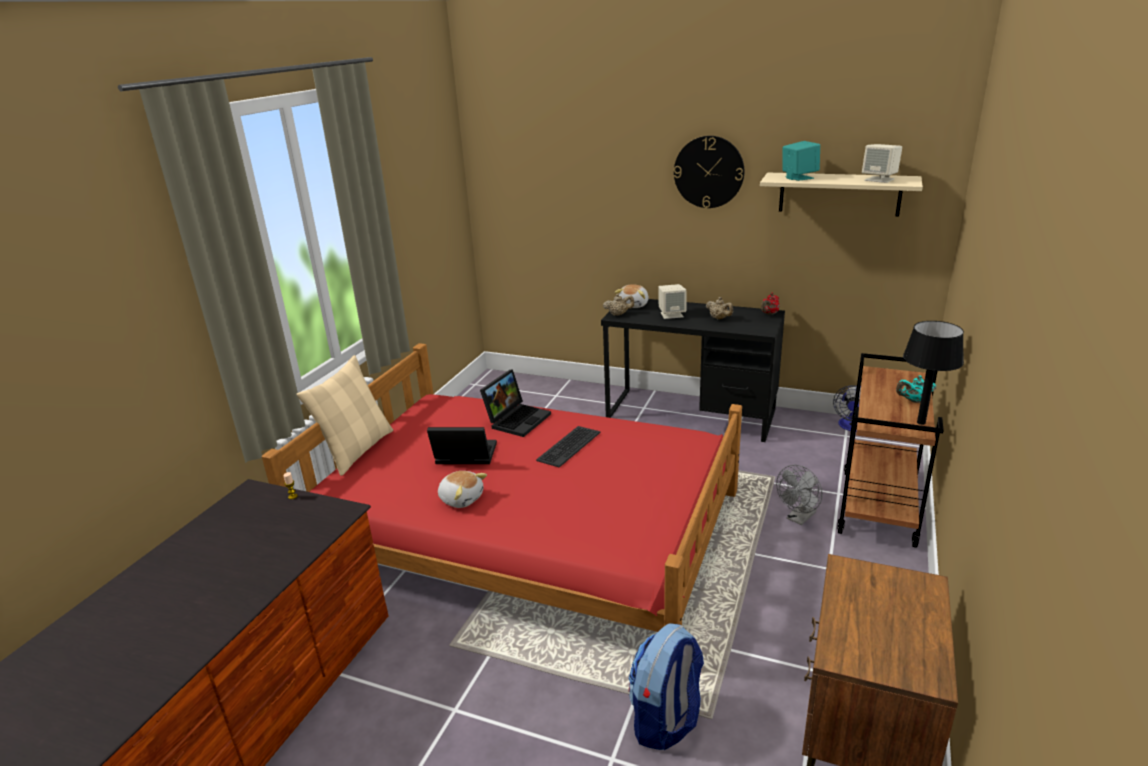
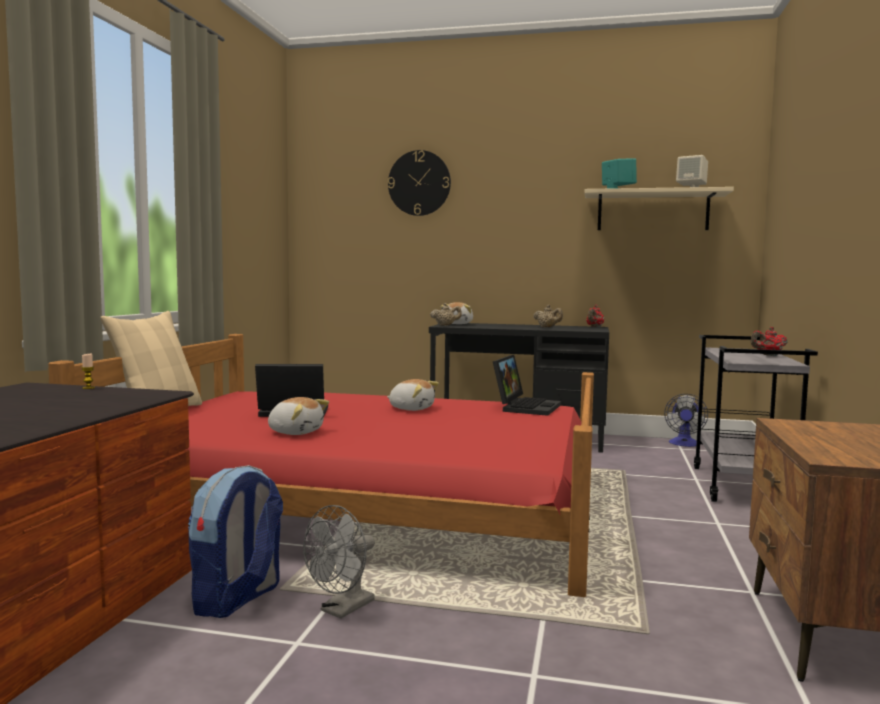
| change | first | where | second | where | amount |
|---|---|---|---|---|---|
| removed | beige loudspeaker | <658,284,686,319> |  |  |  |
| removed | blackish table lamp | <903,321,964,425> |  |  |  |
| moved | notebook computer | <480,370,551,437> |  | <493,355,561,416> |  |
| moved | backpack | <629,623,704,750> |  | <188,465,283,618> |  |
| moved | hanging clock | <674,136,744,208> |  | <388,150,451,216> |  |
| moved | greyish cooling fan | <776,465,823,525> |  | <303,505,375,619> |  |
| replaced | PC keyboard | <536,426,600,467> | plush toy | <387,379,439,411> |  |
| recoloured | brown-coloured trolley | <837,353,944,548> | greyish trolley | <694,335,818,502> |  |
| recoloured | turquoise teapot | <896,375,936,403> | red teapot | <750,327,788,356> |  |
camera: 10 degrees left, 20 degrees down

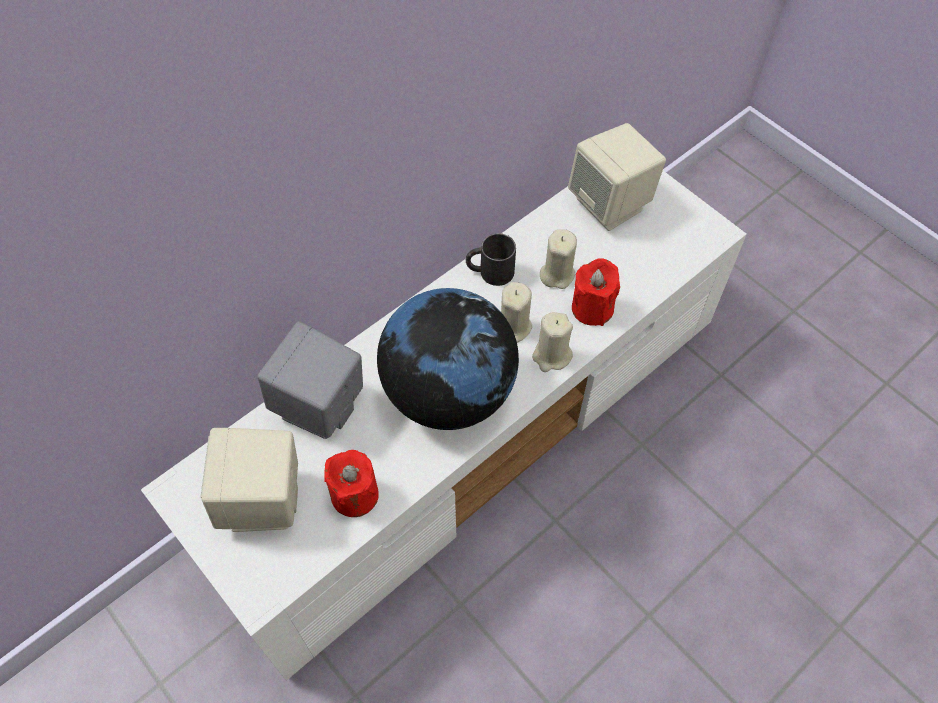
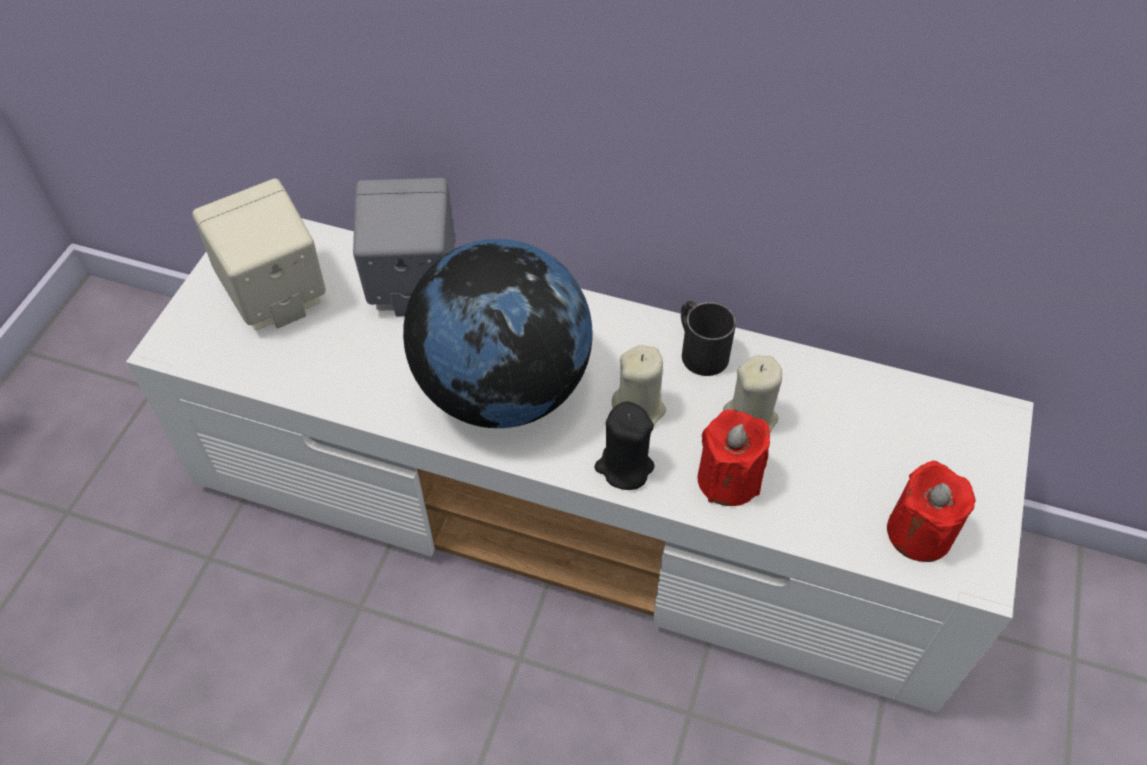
| change | first | where | second | where | amount |
|---|---|---|---|---|---|
| removed | beige loudspeaker | <568,123,666,231> |  |  |  |
| moved | red wax candle | <324,450,379,517> |  | <887,460,976,562> |  |
| recoloured | beige wax candle | <532,312,573,372> | blackish wax candle | <594,401,655,490> |  |
camera: 60 degrees right, 5 degrees down

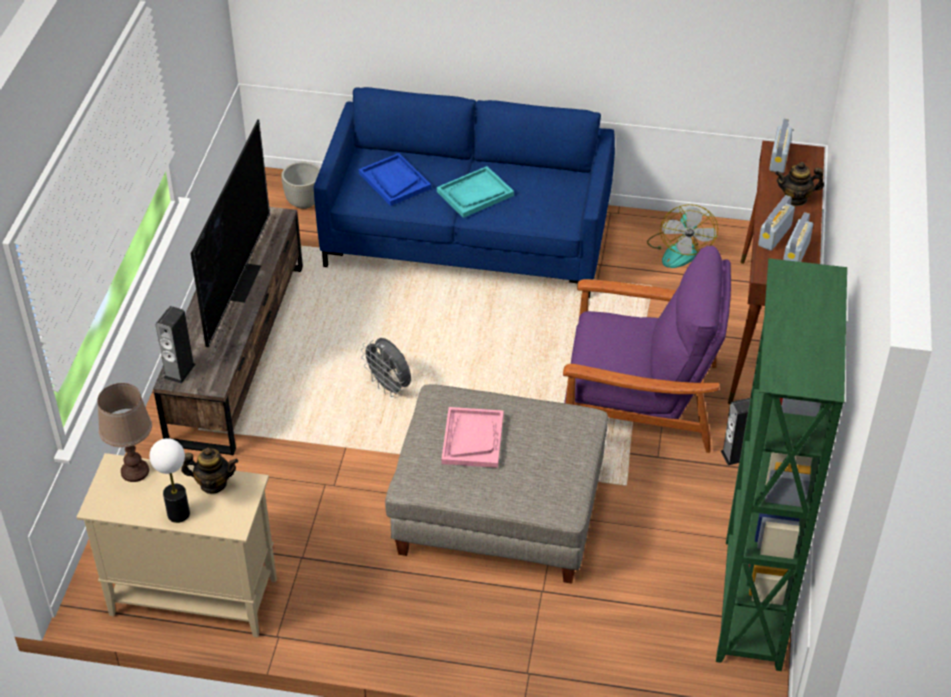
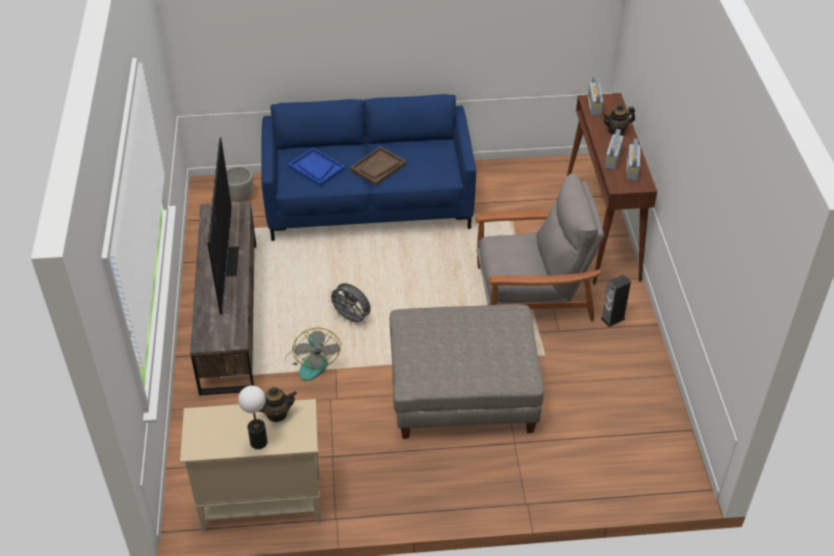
| change | first | where | second | where | amount |
|---|---|---|---|---|---|
| removed | brown-coloured table lamp | <97,383,152,482> |  |  |  |
| removed | loudspeaker | <156,306,196,384> |  |  |  |
| removed | pinkish serving tray | <441,407,504,468> |  |  |  |
| removed | greenish bookcase | <716,258,847,671> |  |  |  |
| moved | cooling fan | <647,204,718,268> |  | <285,328,341,381> |  |
| recoloured | turquoise serving tray | <437,166,514,218> | brown-coloured serving tray | <350,146,407,186> |  |
| recoloured | purple-coloured easy chair | <563,246,731,453> | greyish easy chair | <475,173,604,321> |  |
camera: 15 degrees left, 0 degrees up

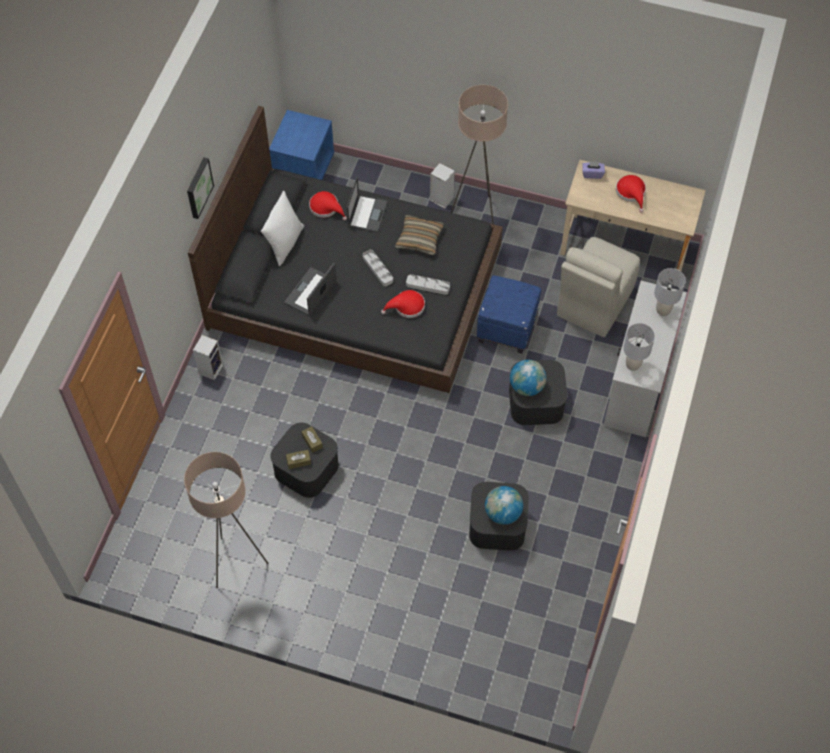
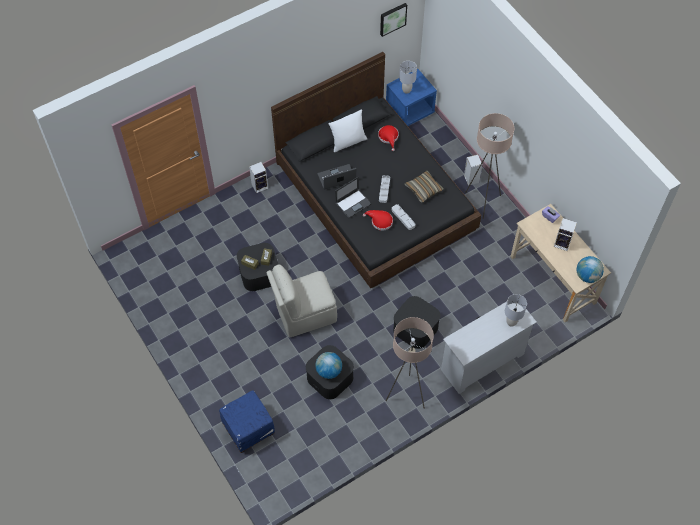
| change | first | where | second | where | amount |
|---|---|---|---|---|---|
| moved | beige standard lamp | <184,452,269,588> |  | <386,317,434,409> |  |
| moved | wall art | <187,158,214,219> |  | <380,3,407,37> |  |
| moved | notebook computer | <347,176,388,232> |  | <335,176,372,218> |  |
| moved | blue footrest | <476,275,541,354> |  | <219,390,275,453> |  |
| moved | world globe | <510,360,546,396> |  | <577,256,604,283> |  |
| moved | beige upright chair | <557,237,640,337> |  | <266,264,337,338> |  |
| moved | greyish table lamp | <623,323,655,371> |  | <399,61,417,93> |  |
| replaced | red hat | <616,175,646,212> | loudspeaker | <554,218,577,251> |  |
camera: 40 degrees right, 0 degrees up

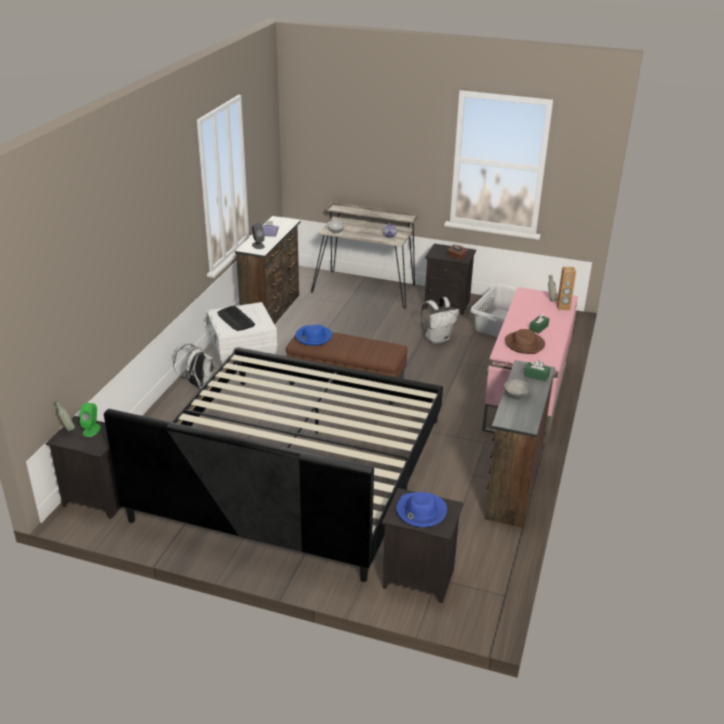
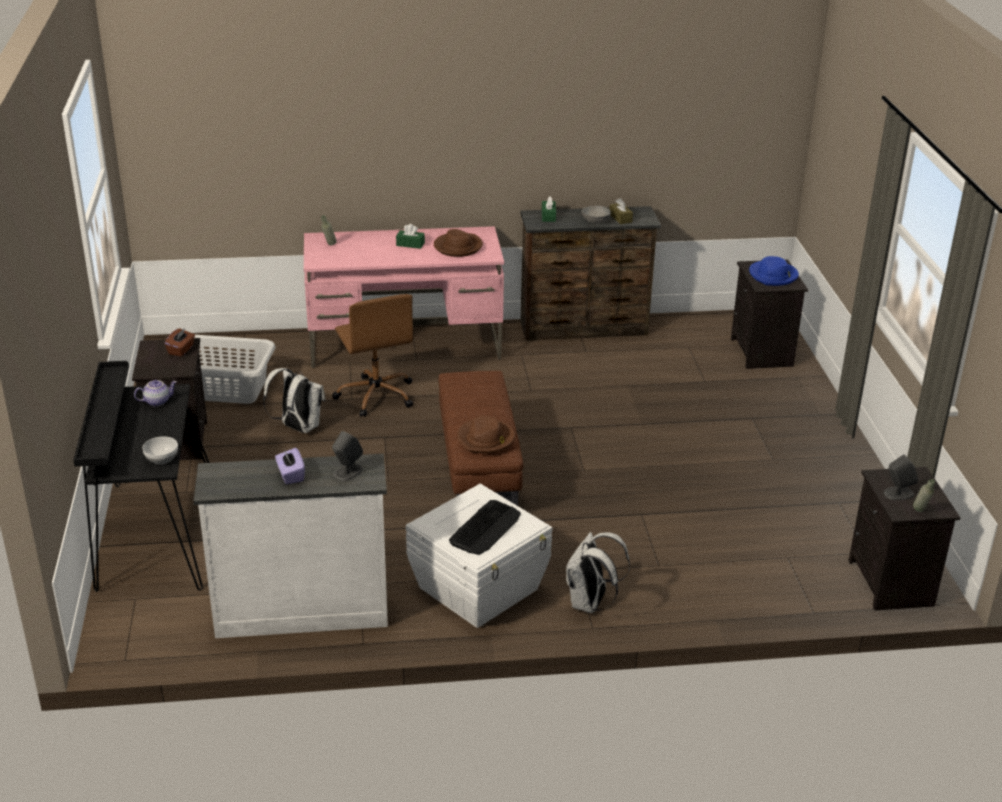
| change | first | where | second | where | amount |
|---|---|---|---|---|---|
| removed | bedroom bed | <104,347,443,582> |  |  |  |
| removed | brown-coloured loudspeaker | <557,267,576,311> |  |  |  |
| added |  |  | brown-coloured office chair | <332,294,413,417> |  |
| added |  |  | brown-coloured tissue box | <610,198,633,224> |  |
| recoloured | greenish loudspeaker | <80,403,101,437> | greyish loudspeaker | <884,454,918,500> |  |
| recoloured | brown-coloured drawer chest | <235,216,301,324> | whitish drawer chest | <194,454,388,638> |  |
| recoloured | blue hat | <295,325,332,346> | brown-coloured hat | <457,416,515,453> |  |
| recoloured | beige desk unit | <311,202,418,309> | blackish desk unit | <73,361,209,592> |  |
camera: 115 degrees left, 0 degrees up

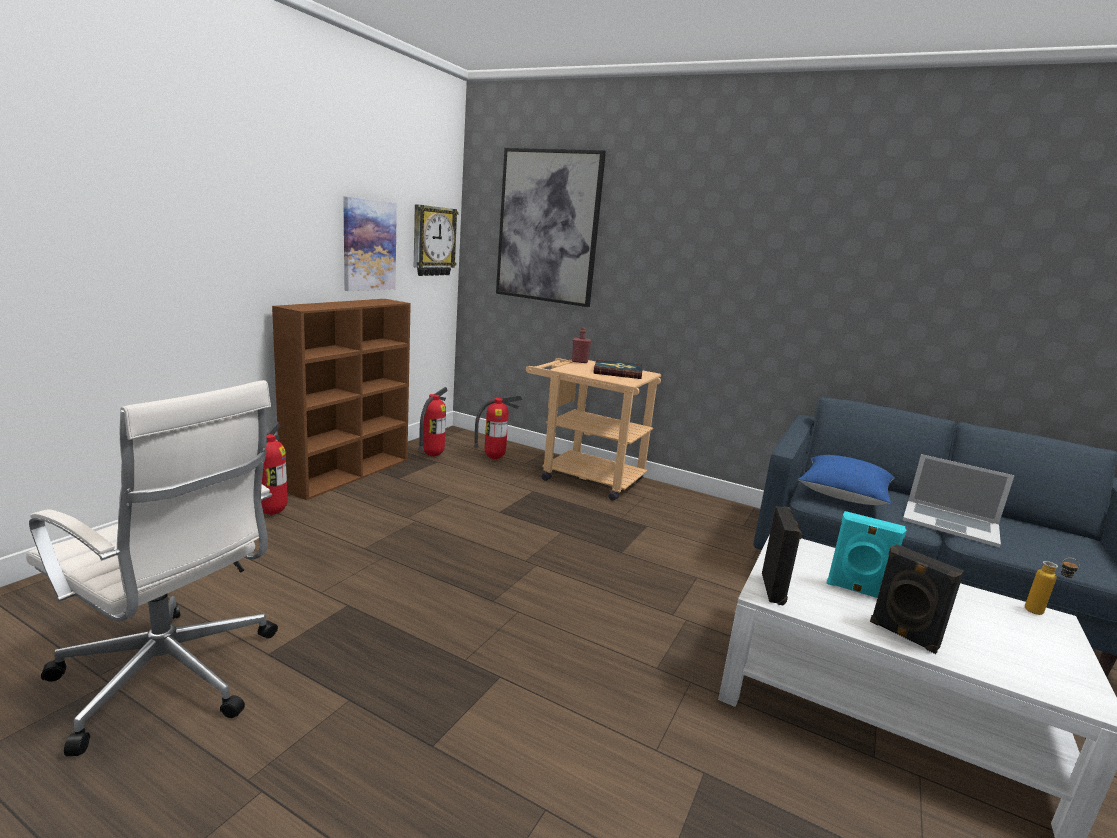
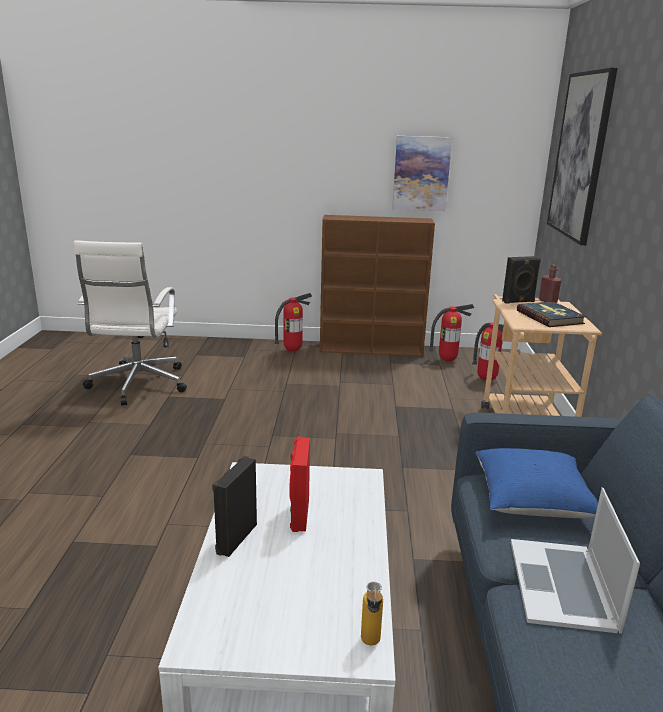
| change | first | where | second | where | amount |
|---|---|---|---|---|---|
| removed | hanging clock | <414,204,459,276> |  |  |  |
| moved | blackish loudspeaker | <762,506,802,606> |  | <502,256,541,304> |  |
| recoloured | turquoise loudspeaker | <826,511,906,598> | red loudspeaker | <289,437,310,532> |  |
camera: 65 degrees right, 5 degrees up

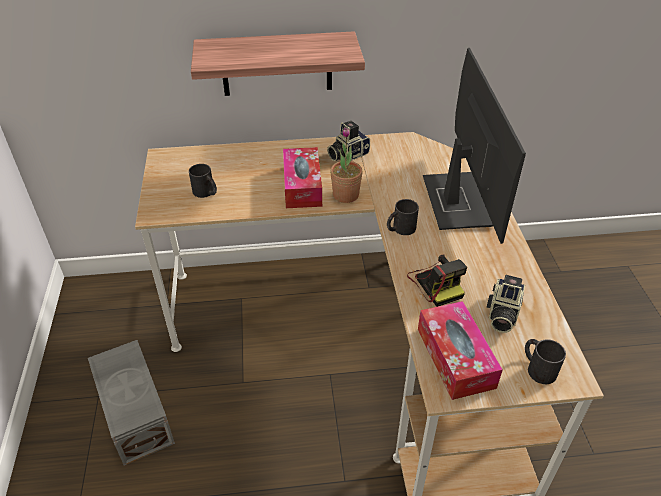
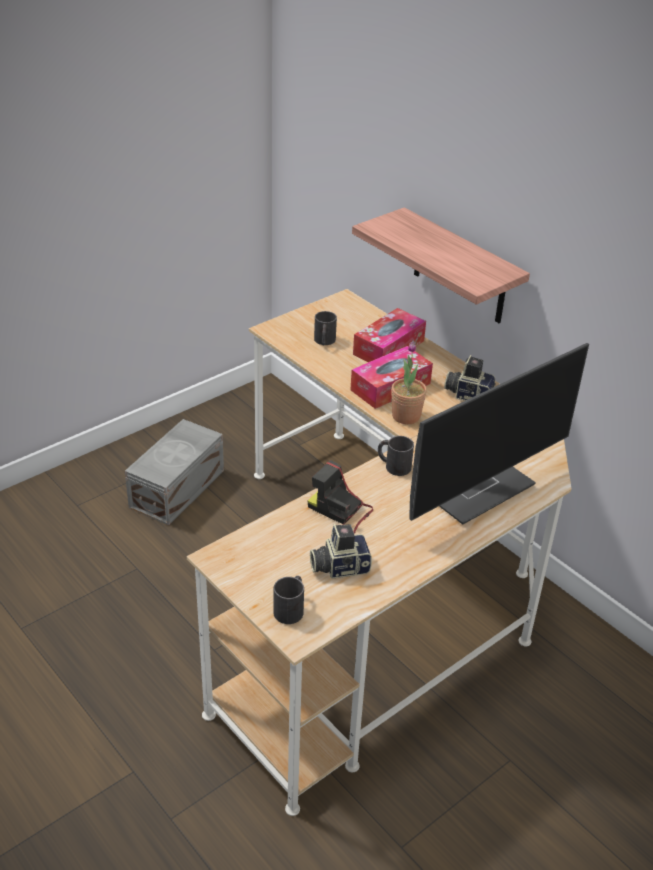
| change | first | where | second | where | amount |
|---|---|---|---|---|---|
| moved | tissue box | <418,301,503,400> |  | <353,308,426,362> |  |
| turned | still camera | <407,254,467,307> |  | <307,460,373,534> | 90 degrees clockwise |
camera: 55 degrees right, 5 degrees down

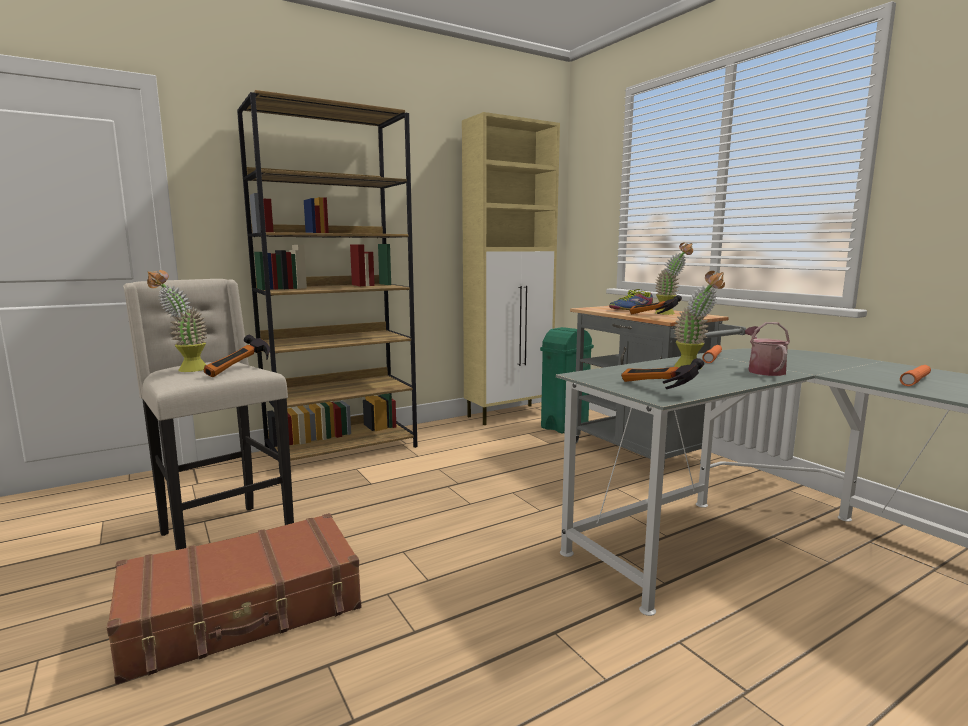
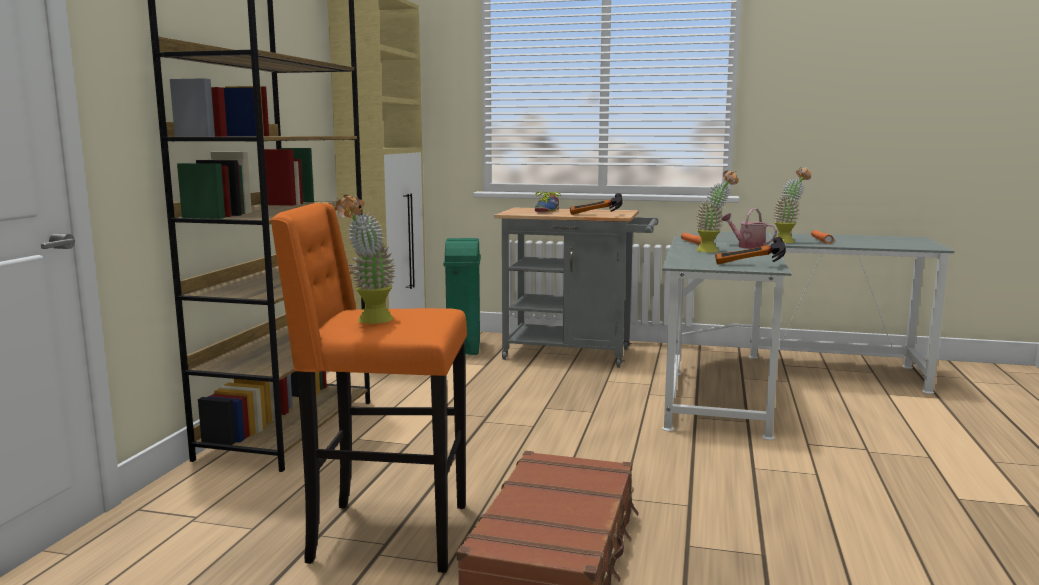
| change | first | where | second | where | amount |
|---|---|---|---|---|---|
| removed | tool hammer | <203,334,269,377> |  |  |  |
| moved | plant in a pot | <655,242,693,315> |  | <773,168,812,243> |  |
| recoloured | beige stool | <123,279,294,550> | orange-coloured stool | <270,203,467,573> |  |
camera: 45 degrees left, 0 degrees up

